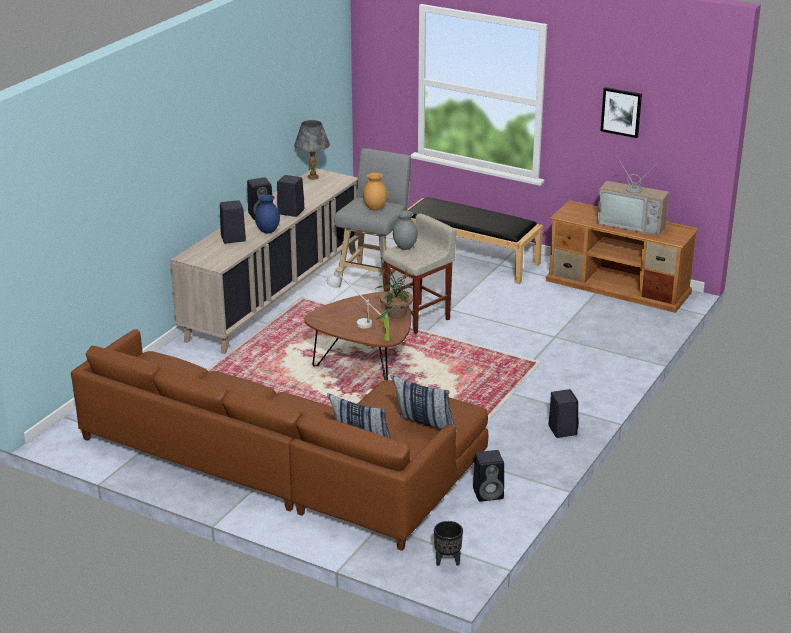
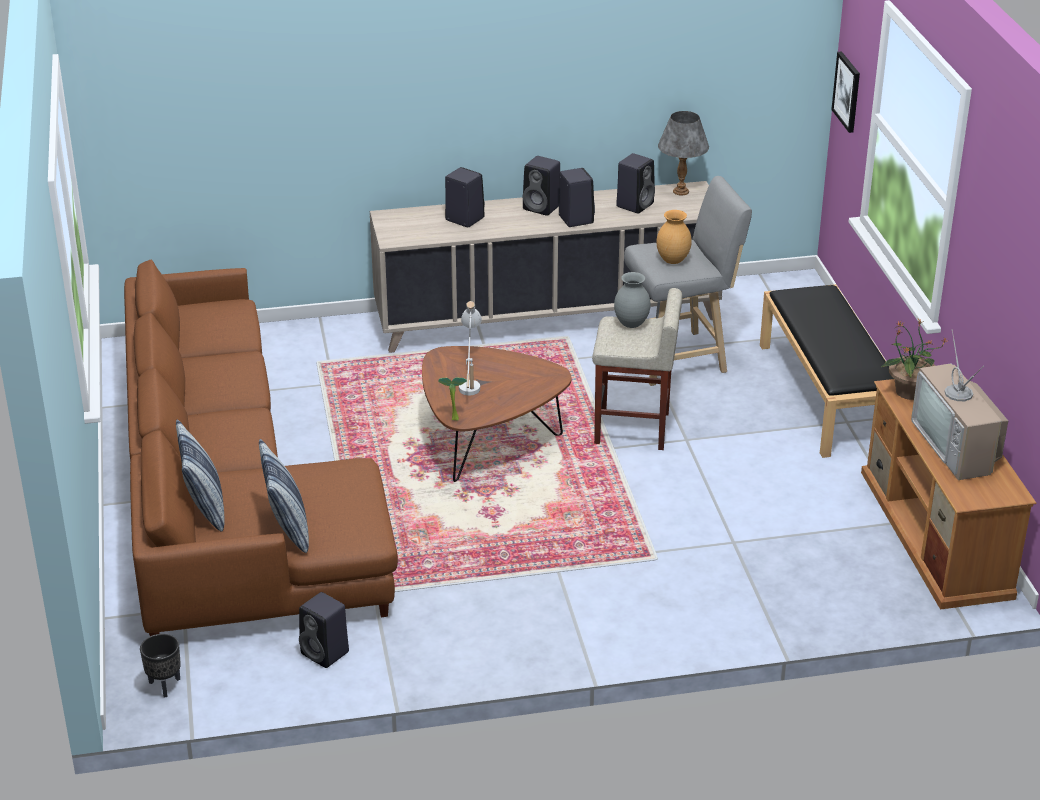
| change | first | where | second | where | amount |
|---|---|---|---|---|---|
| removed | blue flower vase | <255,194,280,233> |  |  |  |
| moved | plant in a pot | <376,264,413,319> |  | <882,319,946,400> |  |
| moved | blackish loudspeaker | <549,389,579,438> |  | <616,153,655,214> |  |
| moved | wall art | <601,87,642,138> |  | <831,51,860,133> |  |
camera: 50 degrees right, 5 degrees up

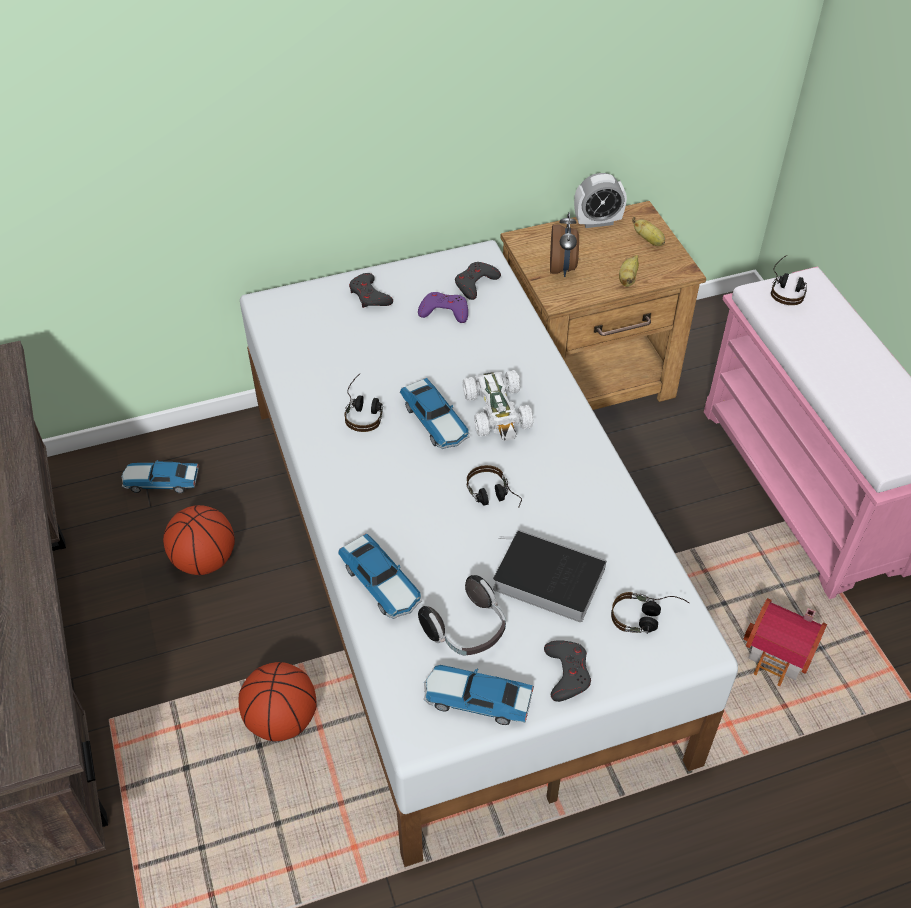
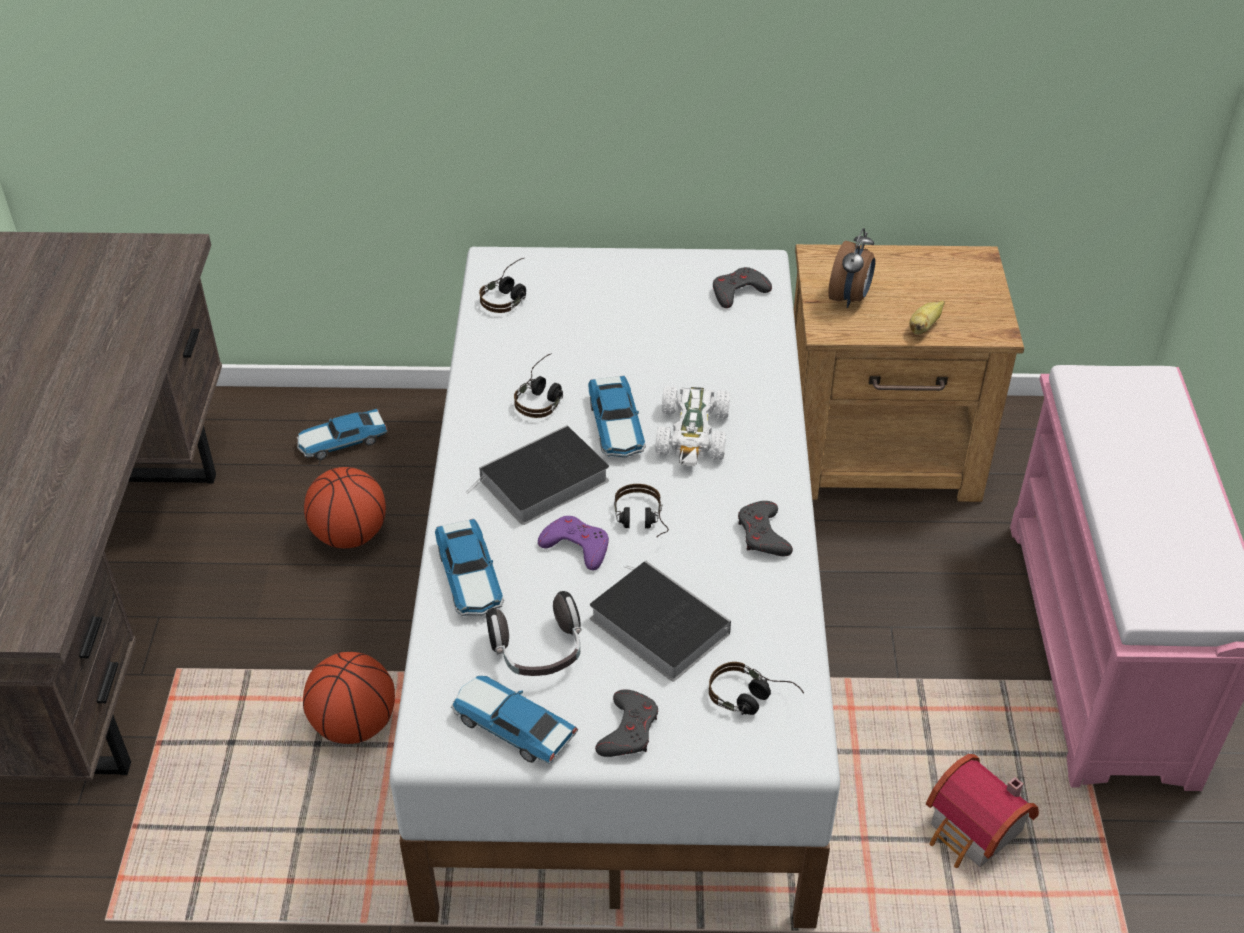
| change | first | where | second | where | amount |
|---|---|---|---|---|---|
| removed | bedside clock | <574,173,627,228> |  |  |  |
| removed | banana fruit | <632,217,665,246> |  |  |  |
| added |  |  | volume | <466,425,609,525> |  |
| moved | greyish game controller | <349,273,393,308> |  | <738,501,793,556> |  |
| moved | purple-coloured game controller | <418,292,468,323> |  | <538,516,609,570> |  |
| moved | pair of headphones | <771,255,807,305> |  | <479,258,526,313> |  |
| turned | model car | <121,460,199,493> |  | <297,409,388,460> | 45 degrees counterclockwise |
camera: 20 degrees right, 5 degrees down

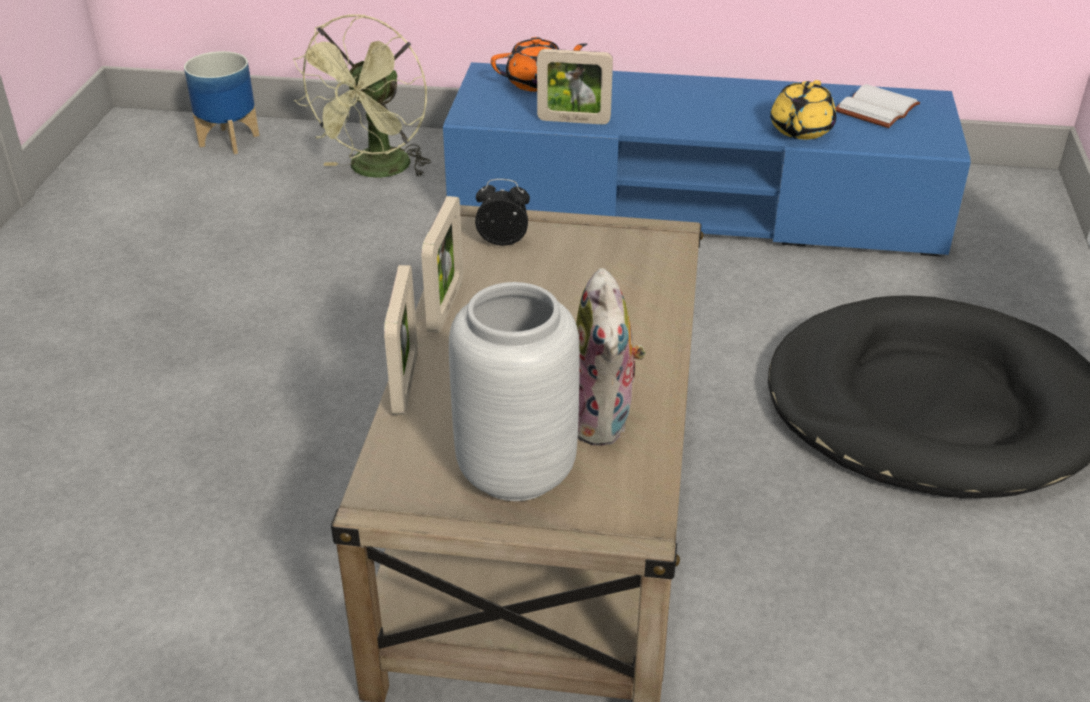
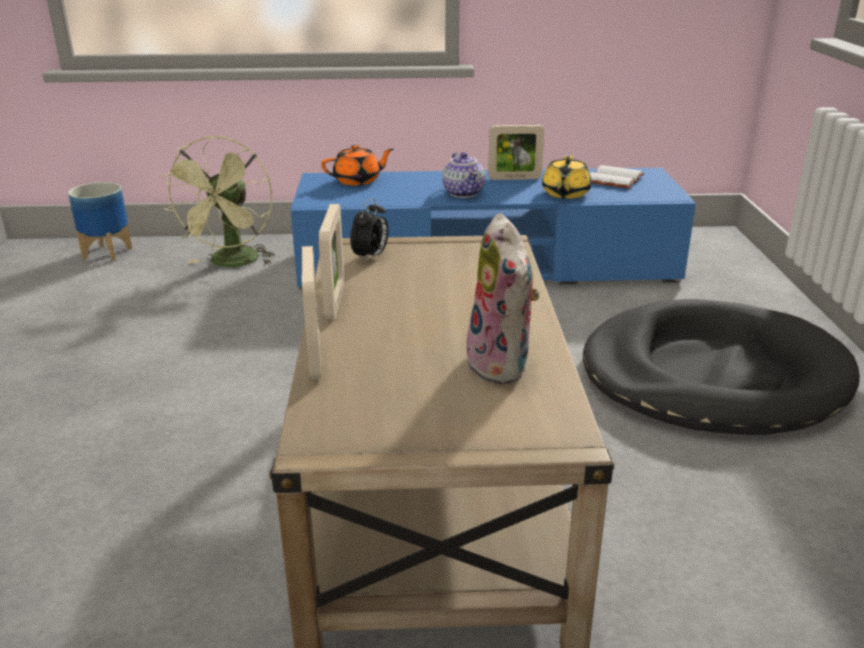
| change | first | where | second | where | amount |
|---|---|---|---|---|---|
| removed | greyish flower vase | <449,282,580,501> |  |  |  |
| added |  |  | teapot | <442,152,485,198> |  |
| moved | picture frame | <537,49,613,125> |  | <488,125,544,180> |  |
| turned | bedside clock | <475,179,530,246> |  | <350,198,388,262> | 120 degrees clockwise |
camera: 10 degrees left, 10 degrees down

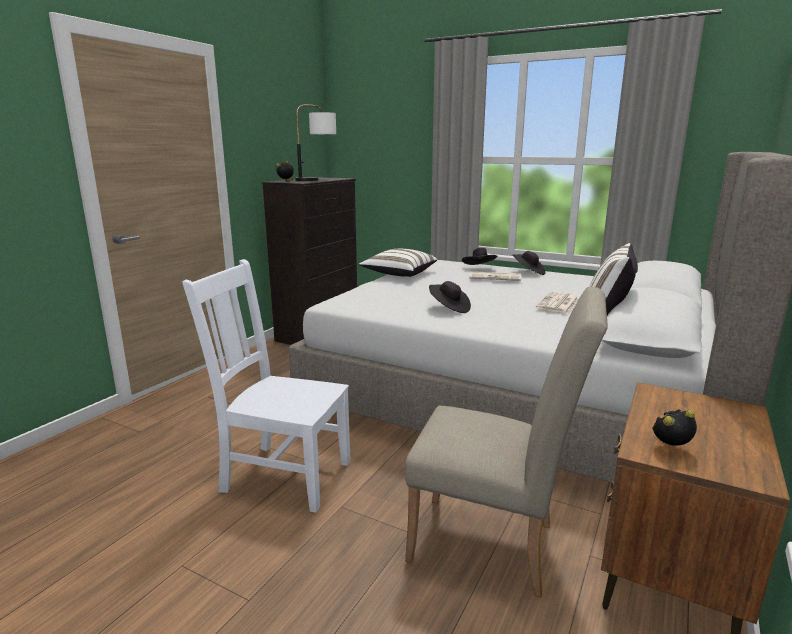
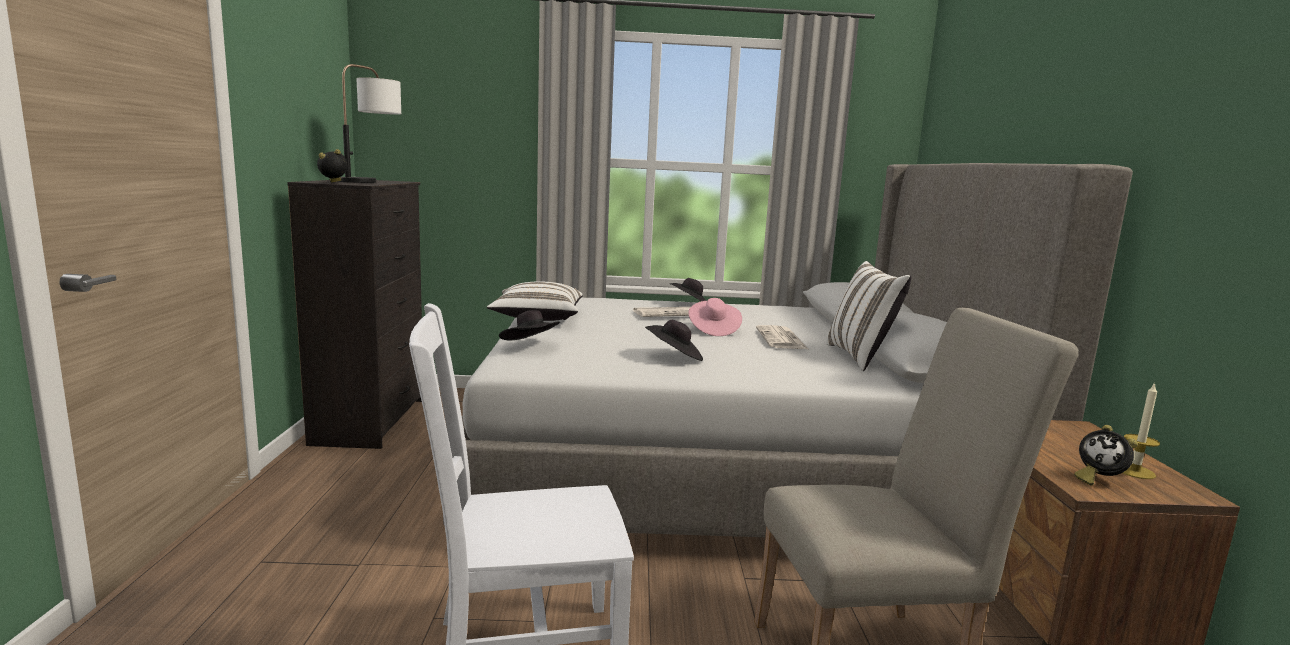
| change | first | where | second | where | amount |
|---|---|---|---|---|---|
| added |  |  | pinkish hat | <688,298,742,336> |  |
| added |  |  | wax candle | <1123,382,1160,479> |  |
| moved | blackish hat | <462,248,497,265> |  | <499,310,560,341> |  |
| turned | bedside clock | <652,409,697,446> |  | <1074,425,1138,486> | 90 degrees counterclockwise |
camera: 30 degrees left, 5 degrees down

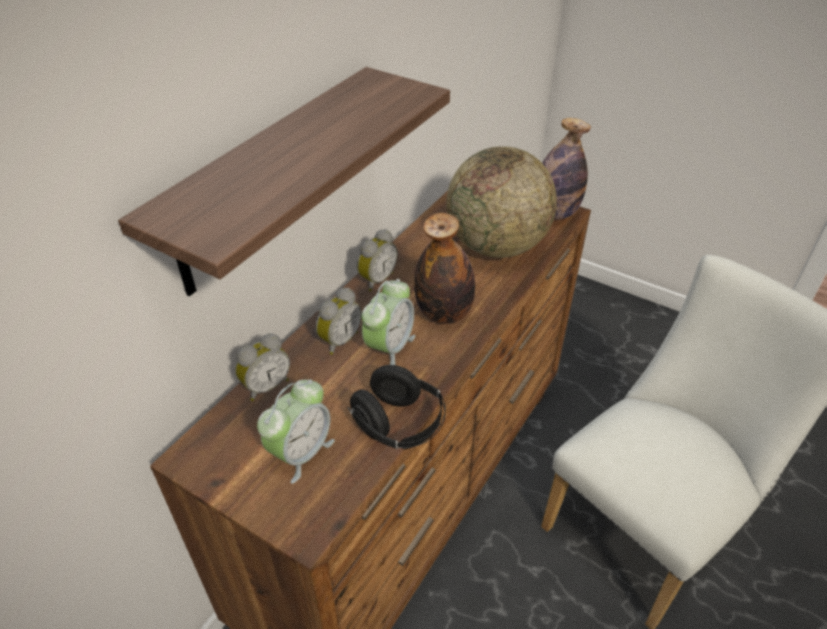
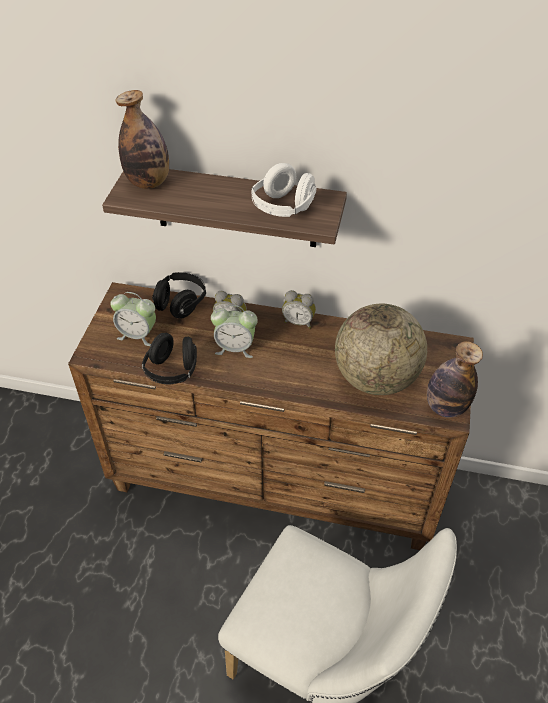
| change | first | where | second | where | amount |
|---|---|---|---|---|---|
| added |  |  | whitish pair of headphones | <252,163,316,217> |  |
| moved | bottle | <414,213,475,324> |  | <115,90,169,189> |  |
| replaced | bedside clock | <235,333,290,401> | blackish pair of headphones | <152,272,206,318> |  |
camera: 70 degrees right, 5 degrees up

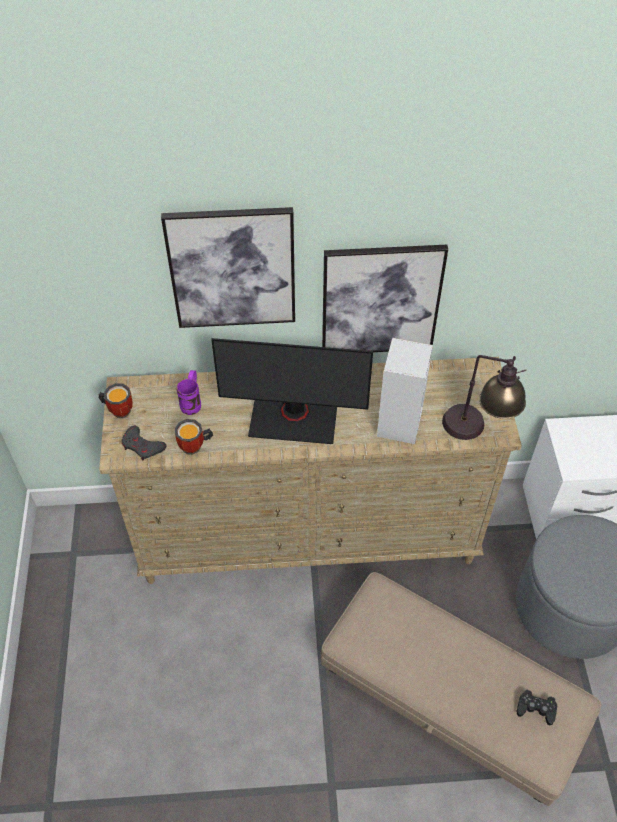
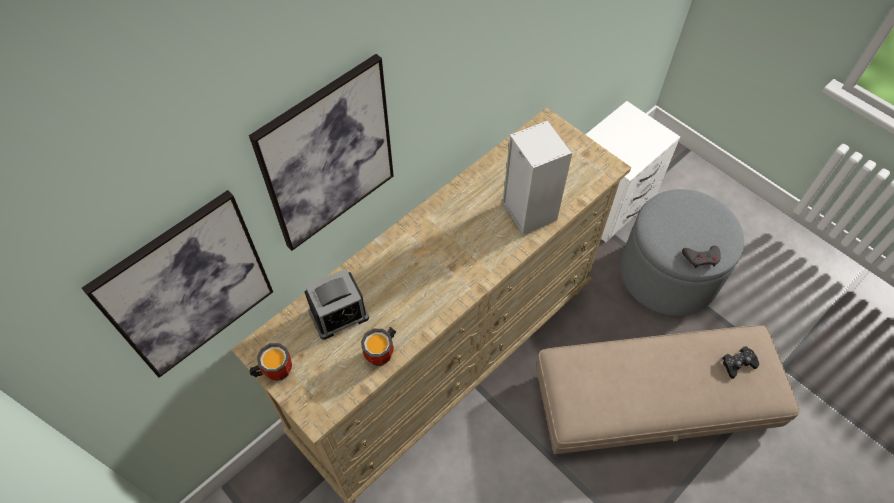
| change | first | where | second | where | amount |
|---|---|---|---|---|---|
| removed | computer display | <211,338,373,444> |  |  |  |
| removed | table lamp | <442,355,526,440> |  |  |  |
| moved | greyish game controller | <122,426,166,460> |  | <682,246,721,268> |  |
| moved | wall art | <322,245,448,352> |  | <82,190,273,378> |  |
| replaced | purple-coloured tea mug | <177,370,201,415> | bedside clock | <304,269,369,340> |  |
camera: 40 degrees left, 5 degrees up

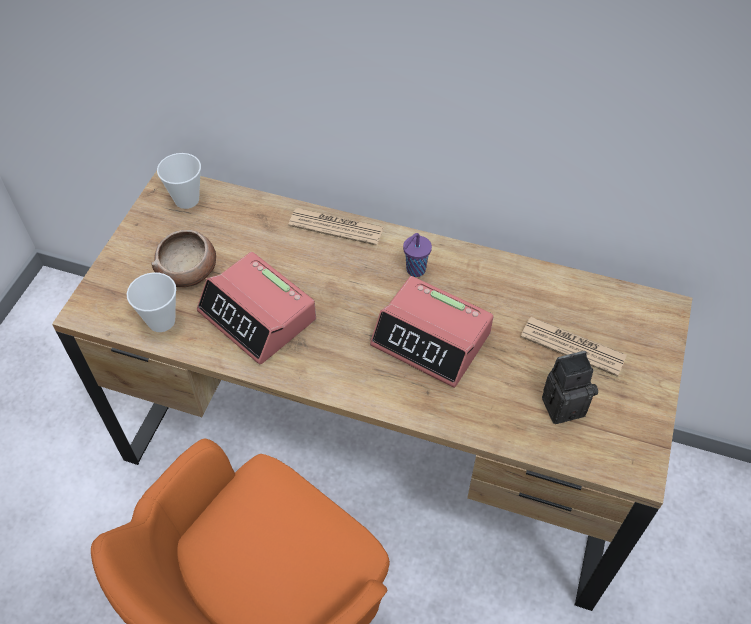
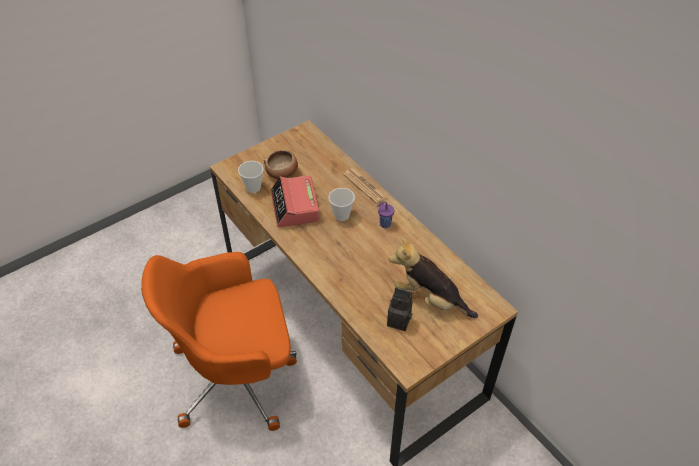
| change | first | where | second | where | amount |
|---|---|---|---|---|---|
| removed | bedside clock | <370,276,494,388> |  |  |  |
| moved | small cup | <157,153,201,209> |  | <329,188,355,221> |  |
| replaced | newspaper | <521,317,627,377> | plush toy | <389,237,478,318> |  |
camera: 35 degrees right, 5 degrees down

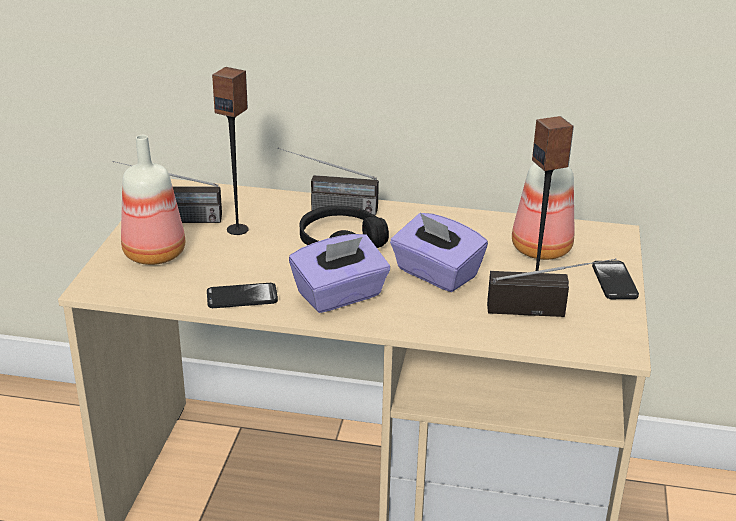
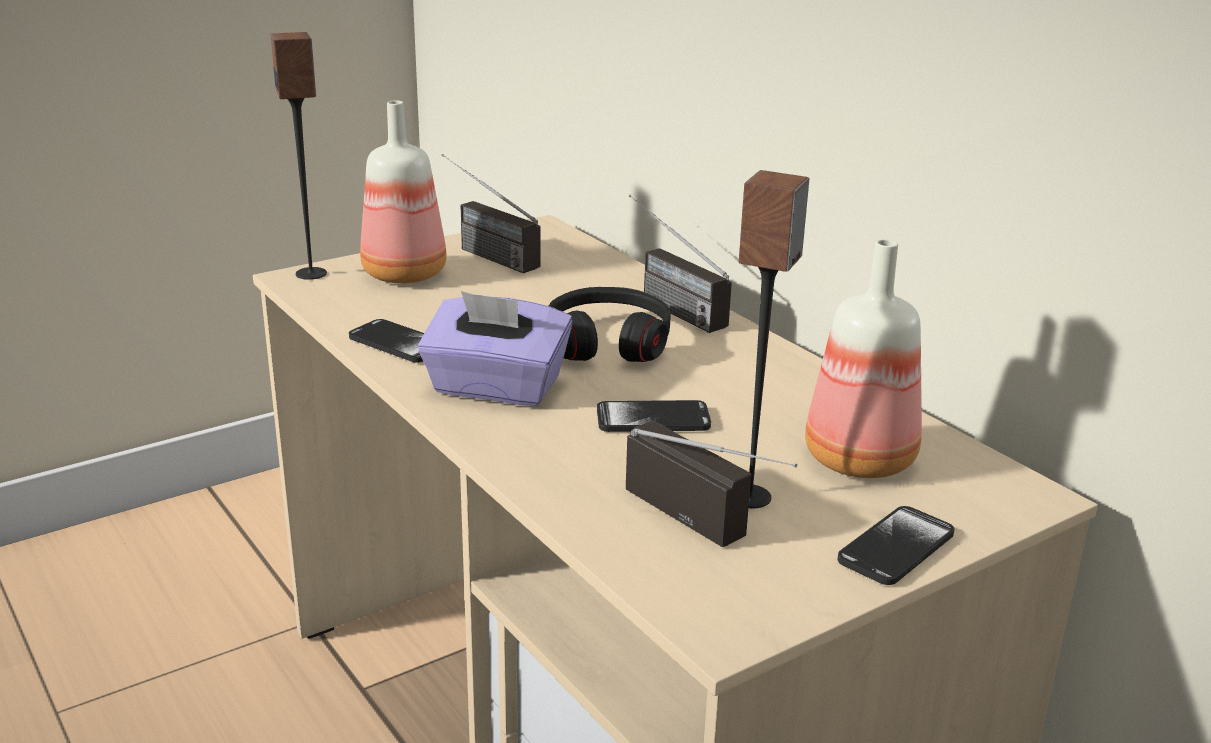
| change | first | where | second | where | amount |
|---|---|---|---|---|---|
| moved | loudspeaker | <212,67,248,235> |  | <271,32,327,280> |  |
| replaced | purple-coloured tissue box | <390,213,488,292> | handset | <597,400,711,432> |  |
camera: 45 degrees right, 5 degrees down

